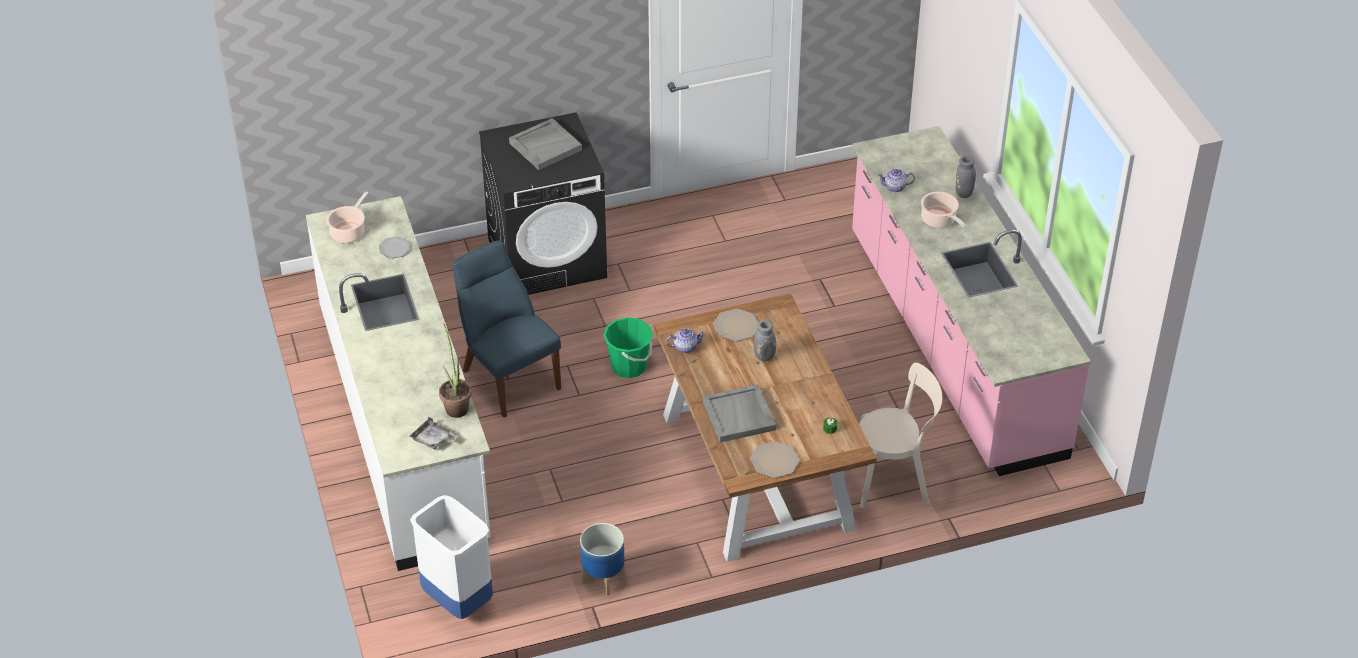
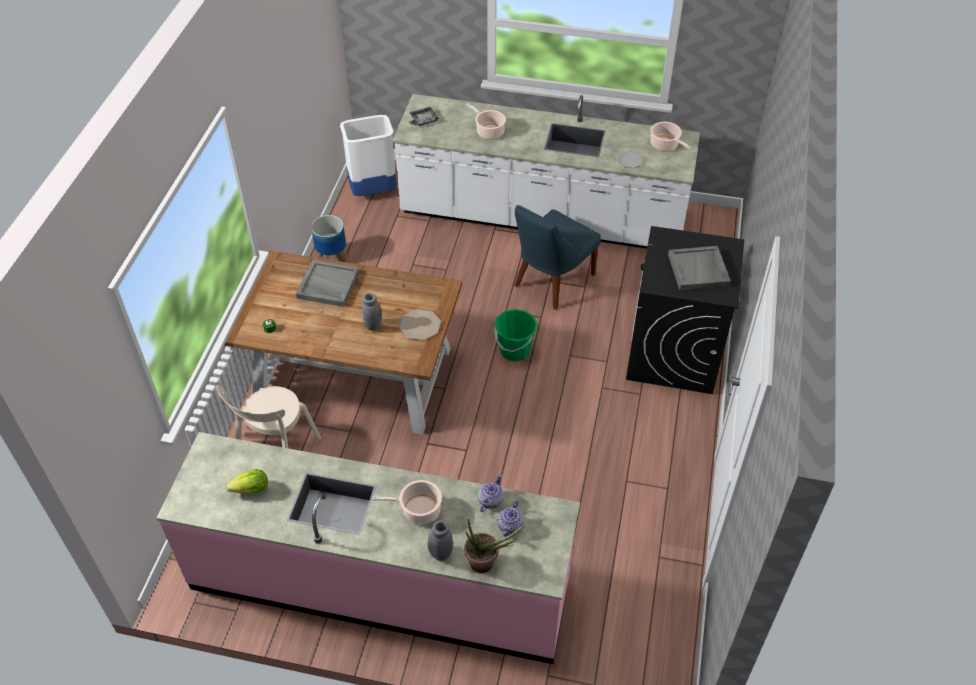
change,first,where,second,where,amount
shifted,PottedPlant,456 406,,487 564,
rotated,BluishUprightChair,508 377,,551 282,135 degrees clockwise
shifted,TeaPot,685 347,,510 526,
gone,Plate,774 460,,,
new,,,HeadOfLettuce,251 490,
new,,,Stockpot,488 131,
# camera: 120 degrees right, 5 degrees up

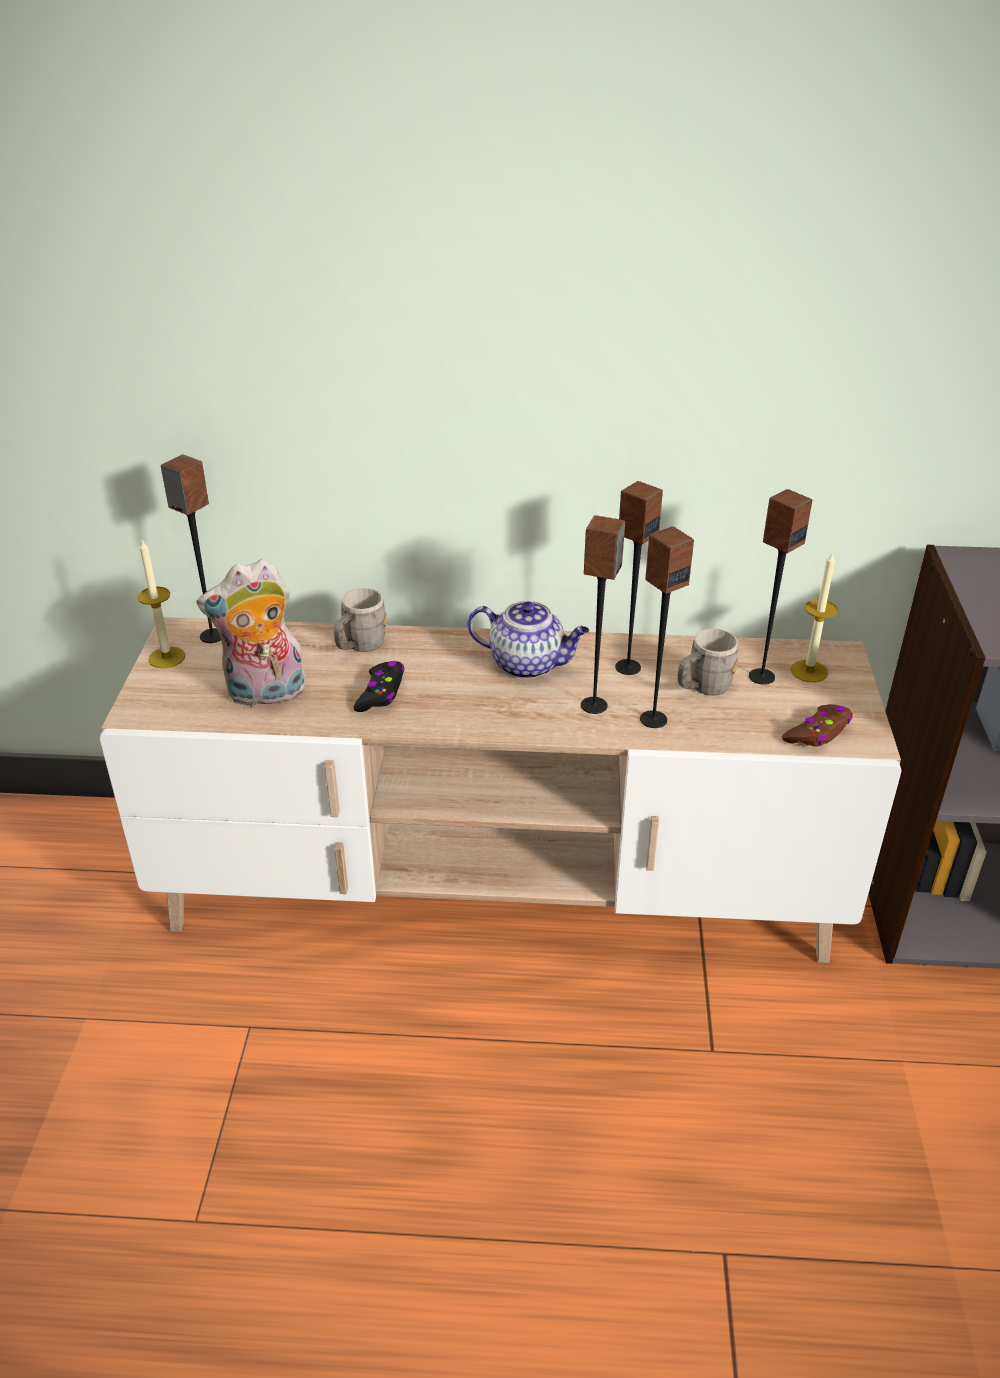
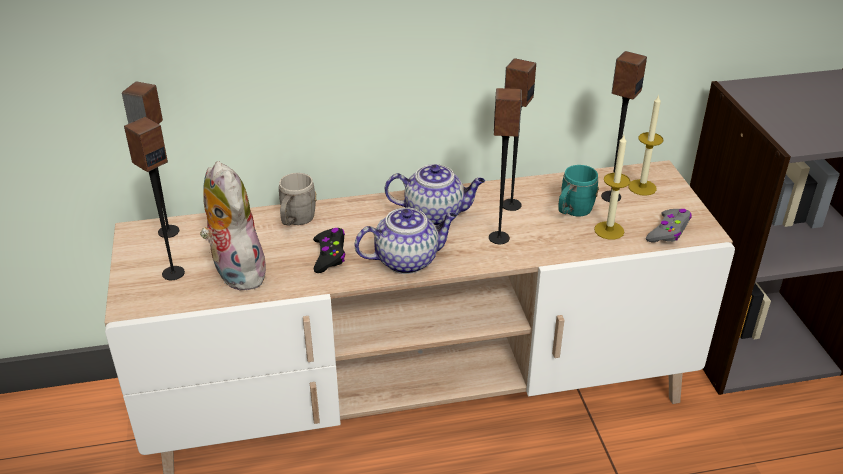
change,first,where,second,where,amount
shifted,Candle,166 657,,609 230,
rotated,SoftToy,265 695,,235 272,90 degrees clockwise
shifted,Loudspeaker,653 719,,173 273,
repainted,GrayTeaMug,702 688,TurquoiseColouredTeaMug,572 212,
repainted,BrownJoypad,818 733,GrayJoypad,668 231,
new,,,TeaPot,407 260,
# camera: 15 degrees left, 0 degrees up

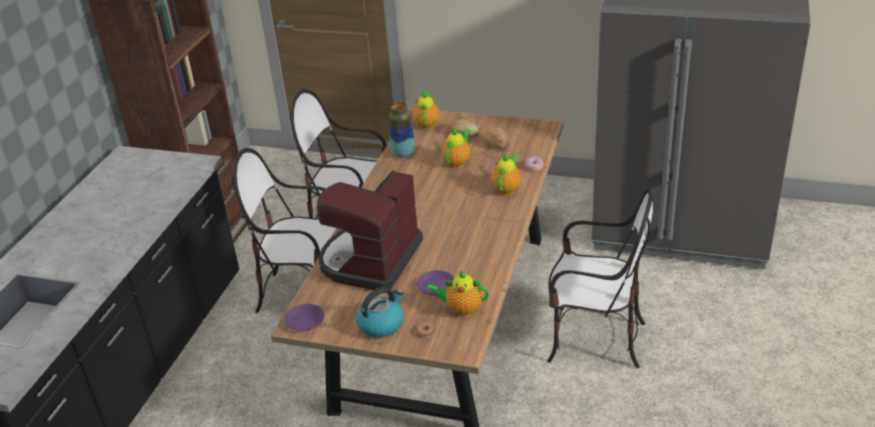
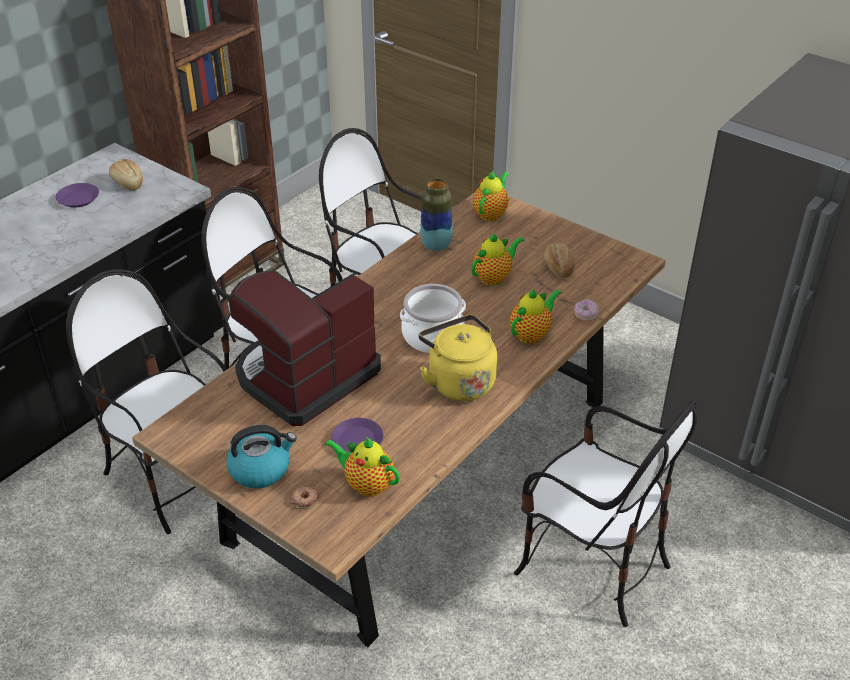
change,first,where,second,where,amount
shifted,PurplishPlate,305 321,,78 199,
shifted,BakedBread,464 134,,127 182,
new,,,UprightChair,174 477,
new,,,Stockpot,433 336,
new,,,YellowColouredKettle,458 381,
# camera: 20 degrees right, 5 degrees up

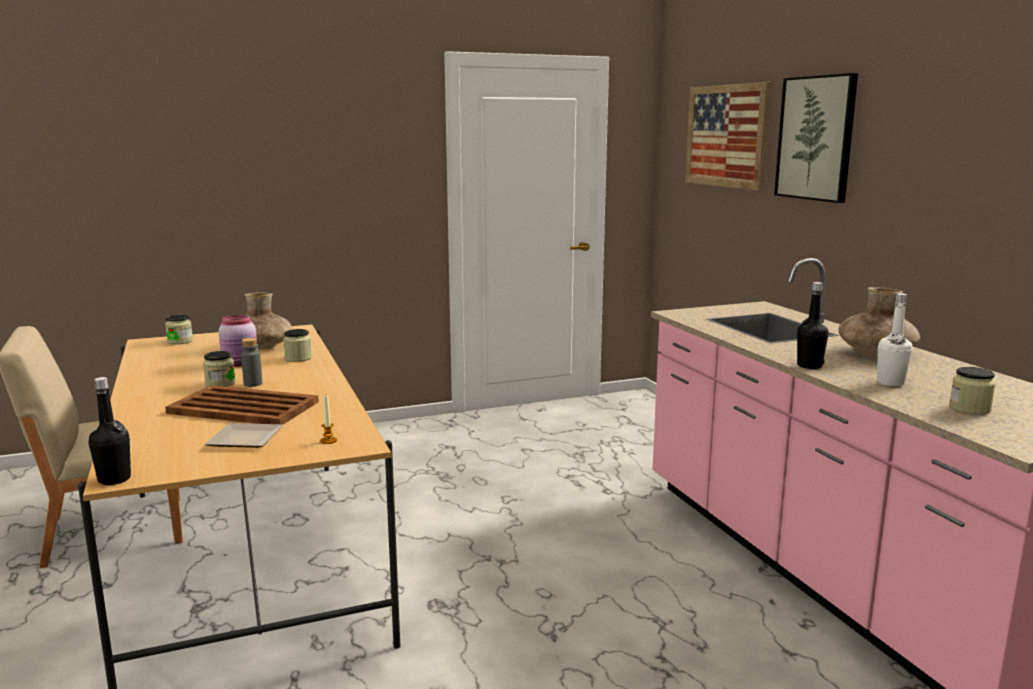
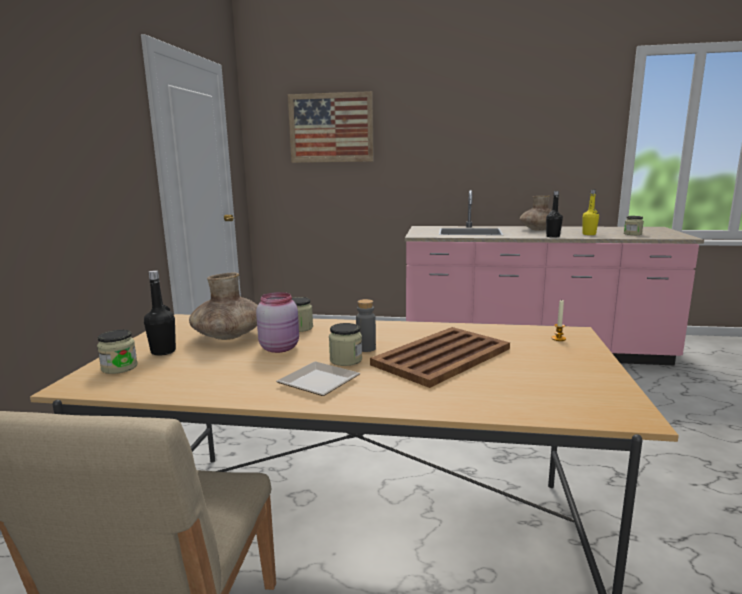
change,first,where,second,where,amount
shifted,BlackishDrinkBottle,114 479,,163 351,
shifted,Plate,242 440,,319 383,
gone,Picture,816 138,,,
repainted,WhitishDrinkBottle,890 383,YellowColouredDrinkBottle,589 234,
# camera: 60 degrees left, 0 degrees up

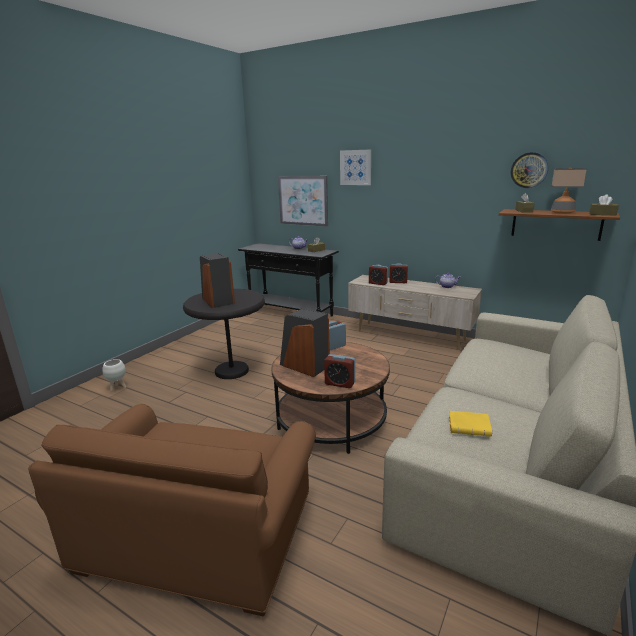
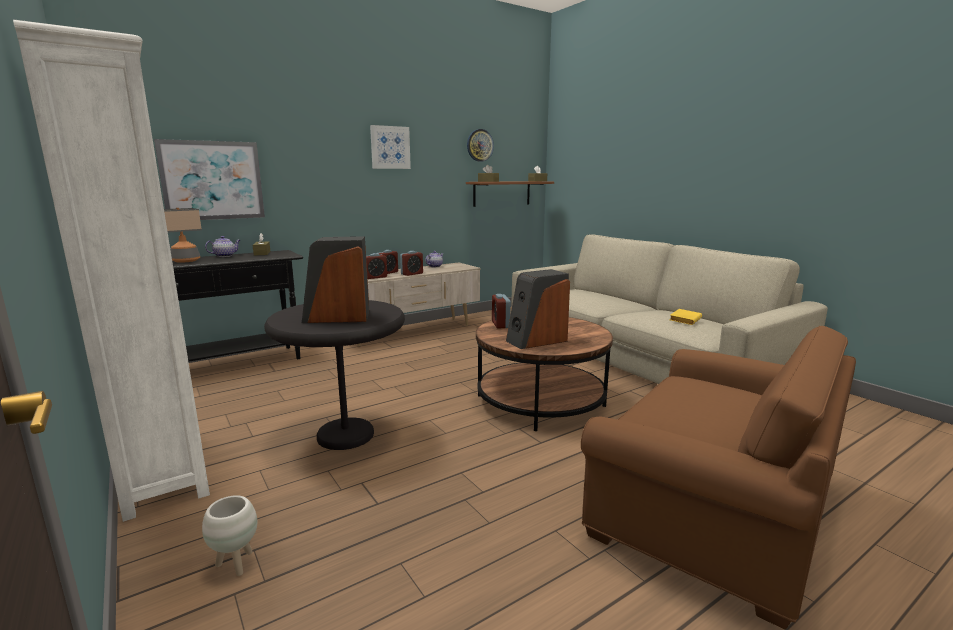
change,first,where,second,where,amount
shifted,TableClock,340 383,,412 274,
shifted,Picture,355 167,,390 147,
shifted,LampForATable,562 212,,185 261,
new,,,WhitishShelvingUnit,162 463,
# camera: 65 degrees left, 5 degrees down

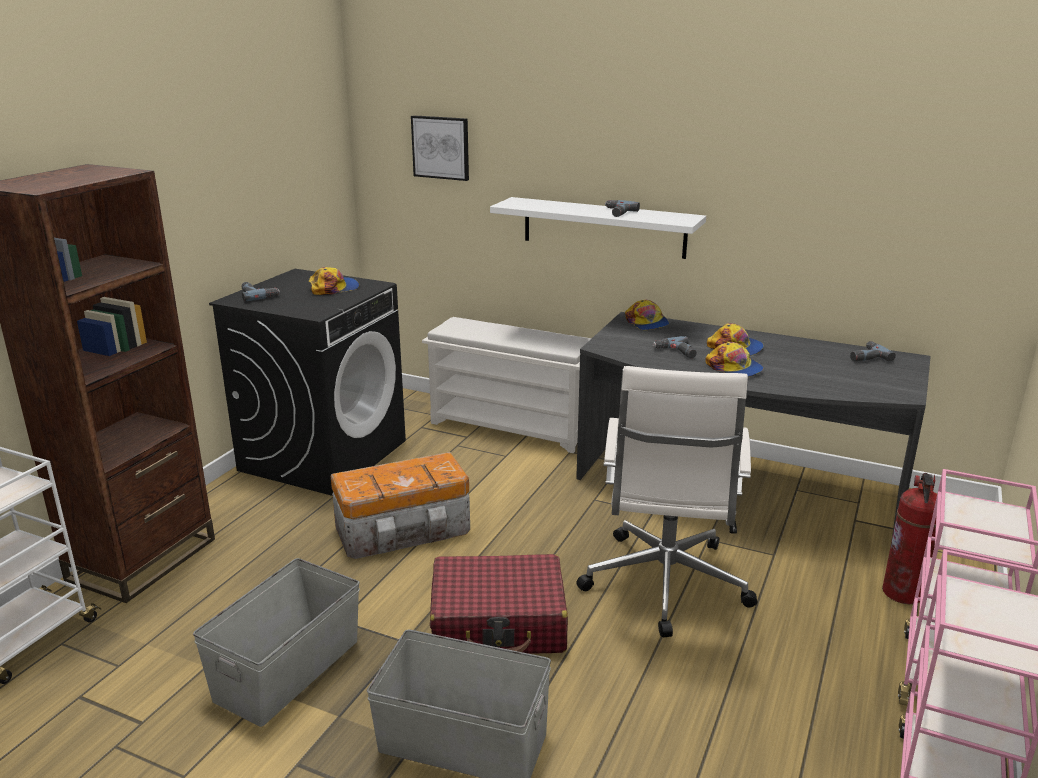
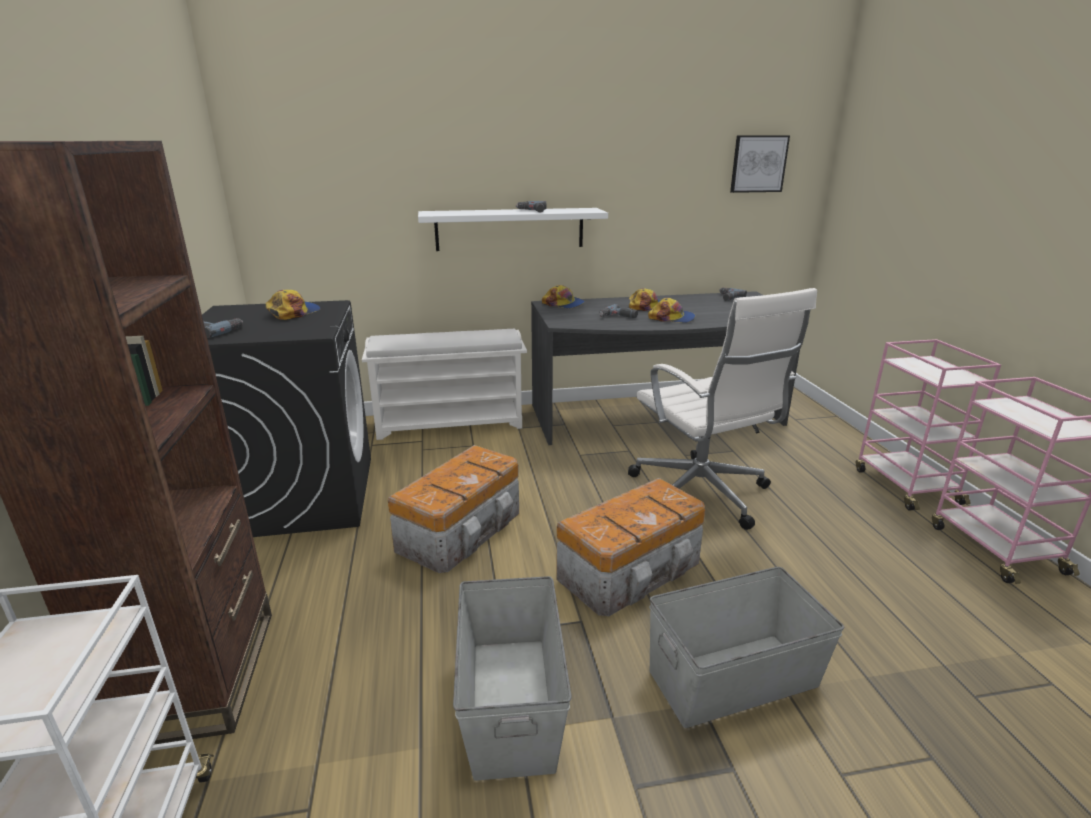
change,first,where,second,where,amount
shifted,Picture,441 147,,758 164,
swapped,RedColouredTravelCase,499 622,StorageBin,632 570,
gone,Extinguisher,902 593,,,
# camera: 35 degrees left, 0 degrees up

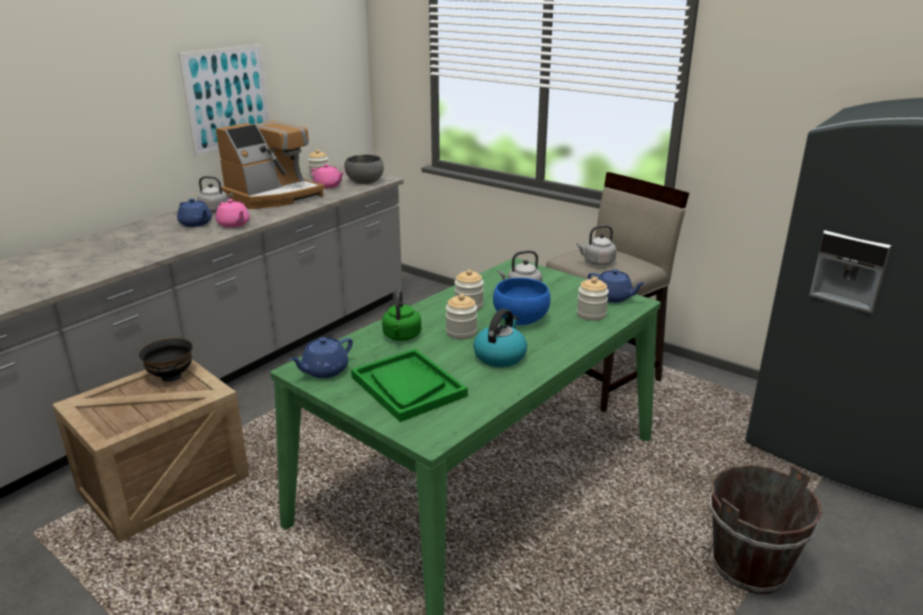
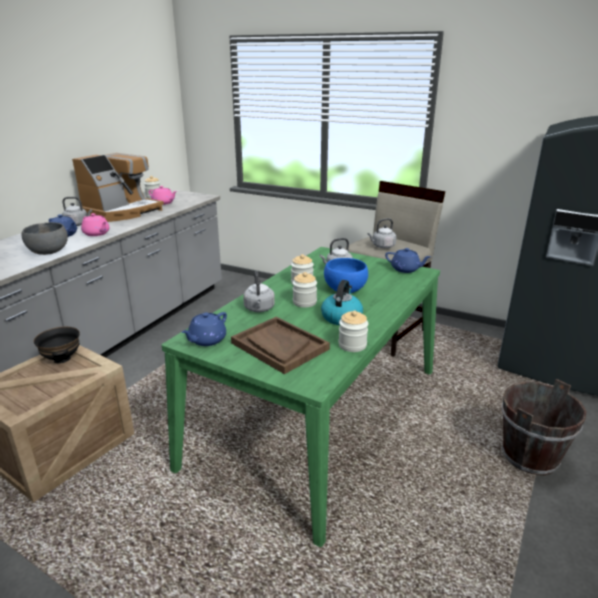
change,first,where,second,where,amount
gone,Picture,228 98,,,
shifted,GrayServingBowl,365 181,,49 251,
repainted,GreenColouredCarryingTray,407 386,BrownCarryingTray,279 346,
repainted,GreenColouredKettle,401 337,GrayKettle,259 309,
shifted,Jar,591 314,,352 345,
# camera: 10 degrees left, 0 degrees up

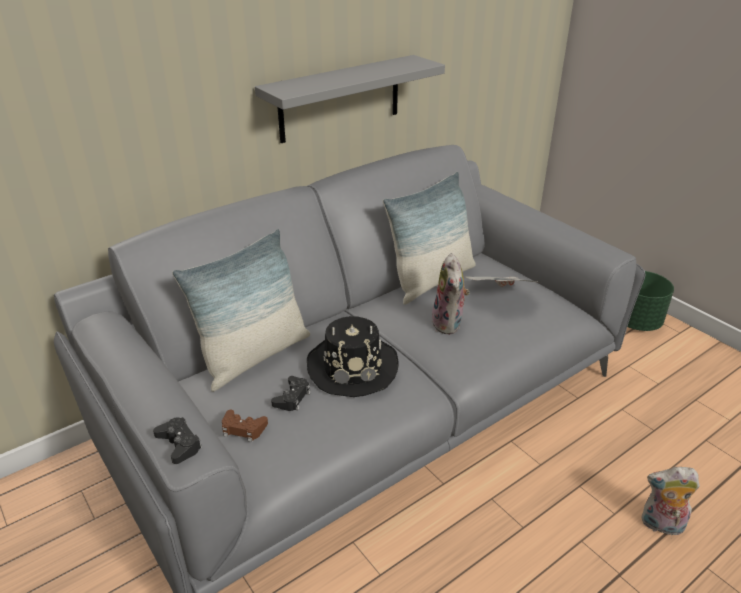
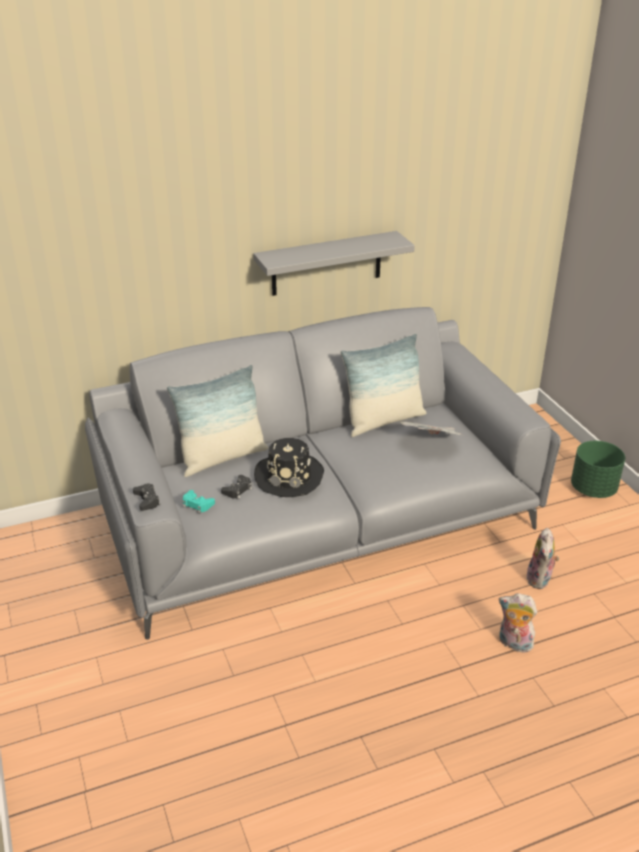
change,first,where,second,where,amount
repainted,BrownJoypad,243 429,TurquoiseColouredJoypad,197 504,
shifted,SoftToy,449 324,,540 580,
# camera: 15 degrees right, 0 degrees up

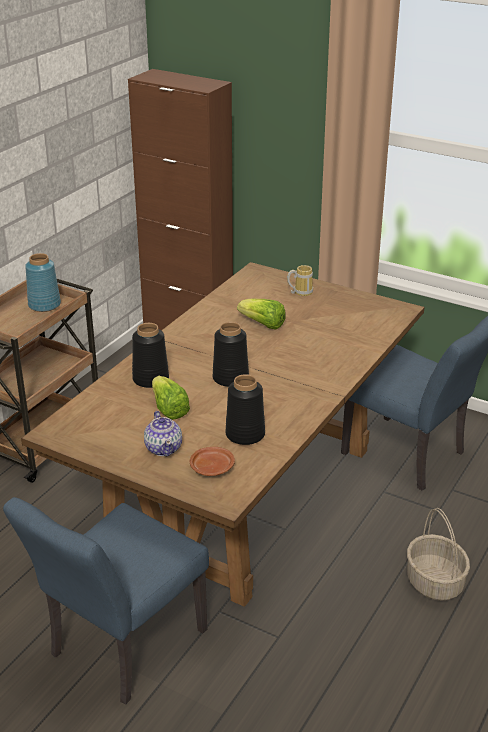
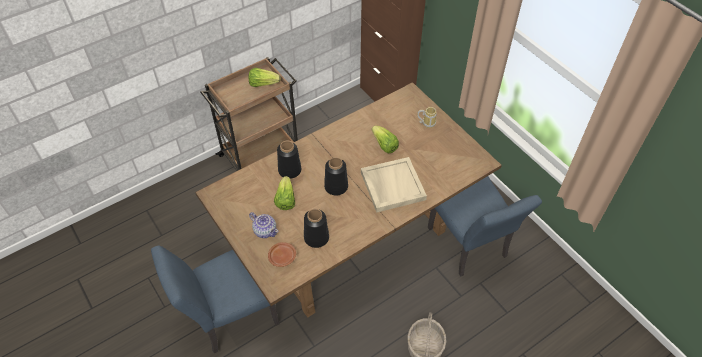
change,first,where,second,where,amount
swapped,BluishDecorativeVase,44 305,HeadOfLettuce,263 83,
rotated,TeaPot,164 448,,265 230,60 degrees counterclockwise
new,,,SandColouredCarryingTray,392 185,
# camera: 25 degrees right, 20 degrees up

